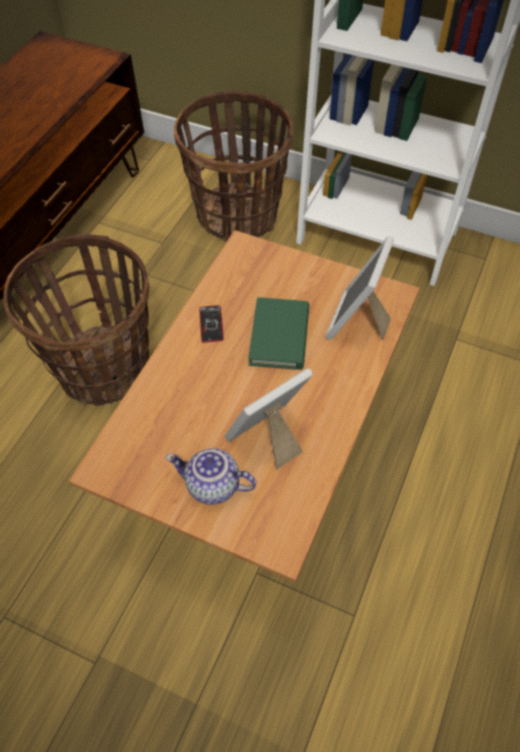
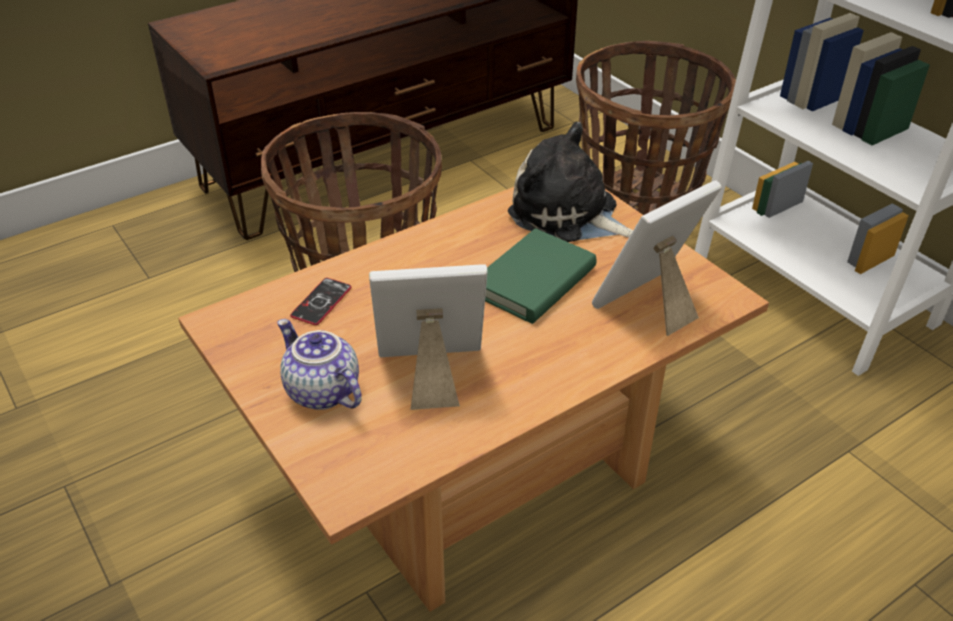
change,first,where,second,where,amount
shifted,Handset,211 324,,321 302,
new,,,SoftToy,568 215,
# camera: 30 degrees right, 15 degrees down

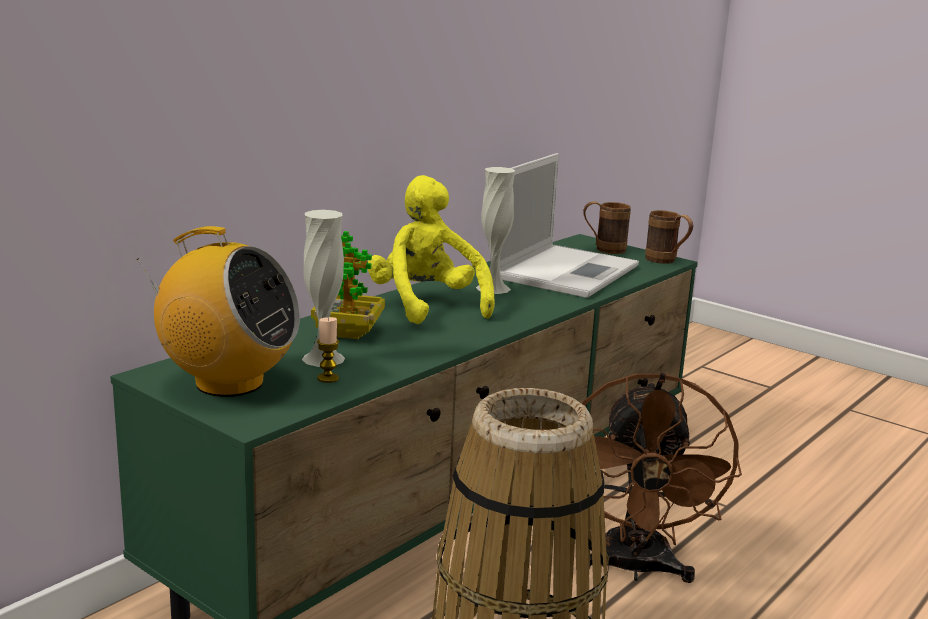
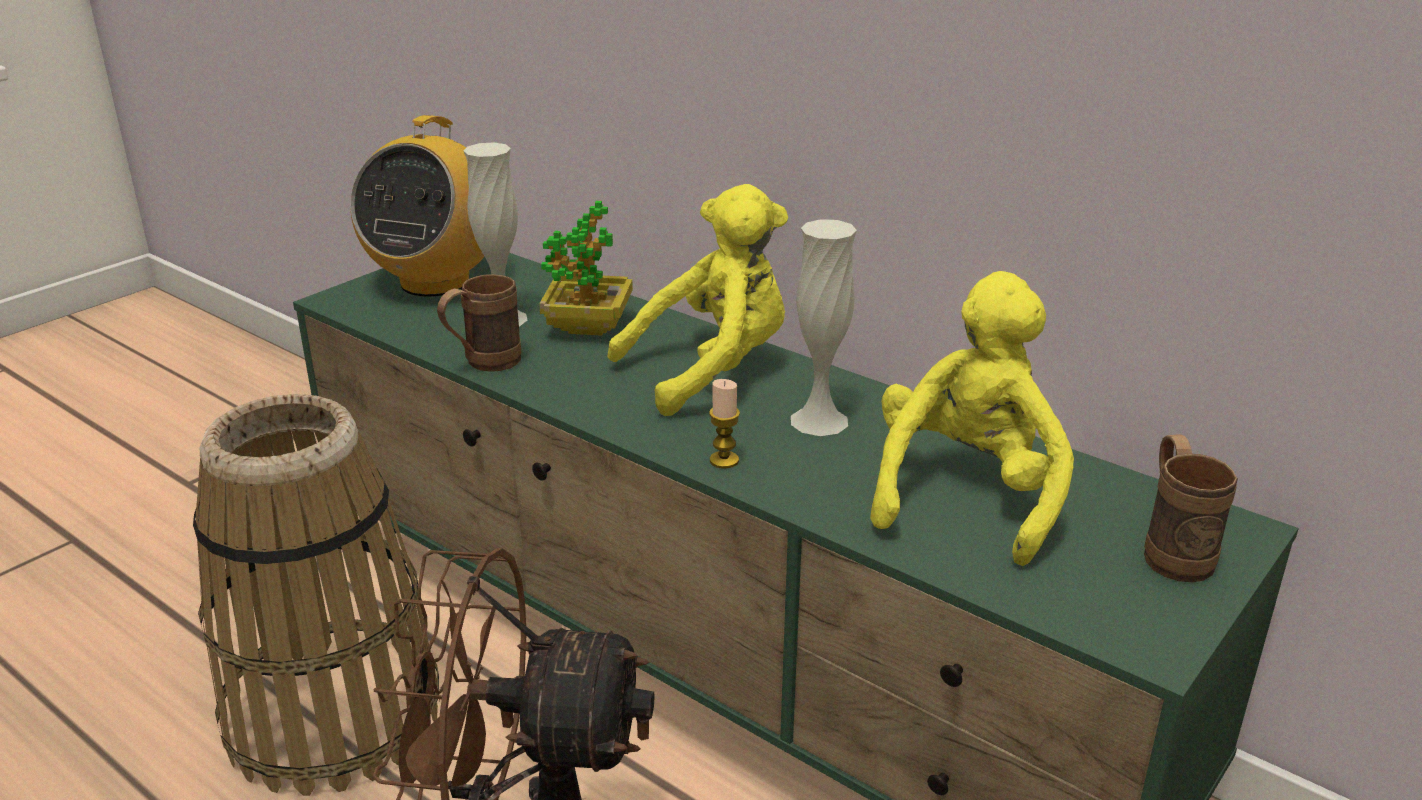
change,first,where,second,where,amount
shifted,Candle,328 378,,724 460,
swapped,Laptop,566 271,YellowColouredSoftToy,967 495,
shifted,BrownTeaMug,666 261,,483 364,
# camera: 90 degrees right, 10 degrees up

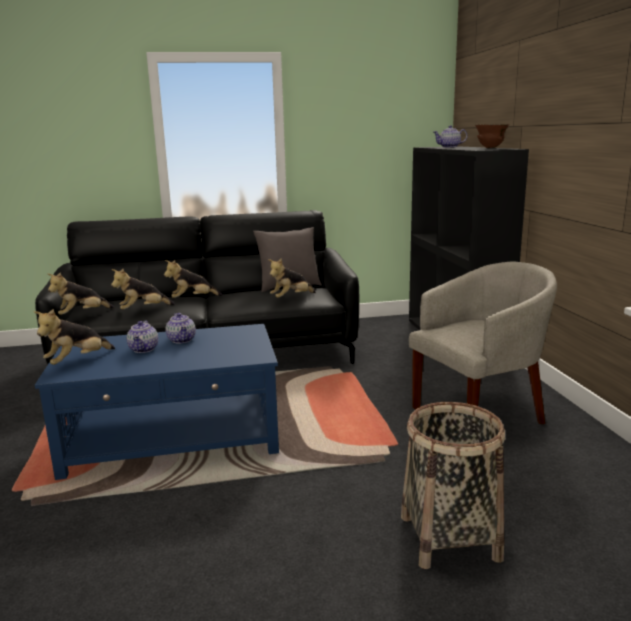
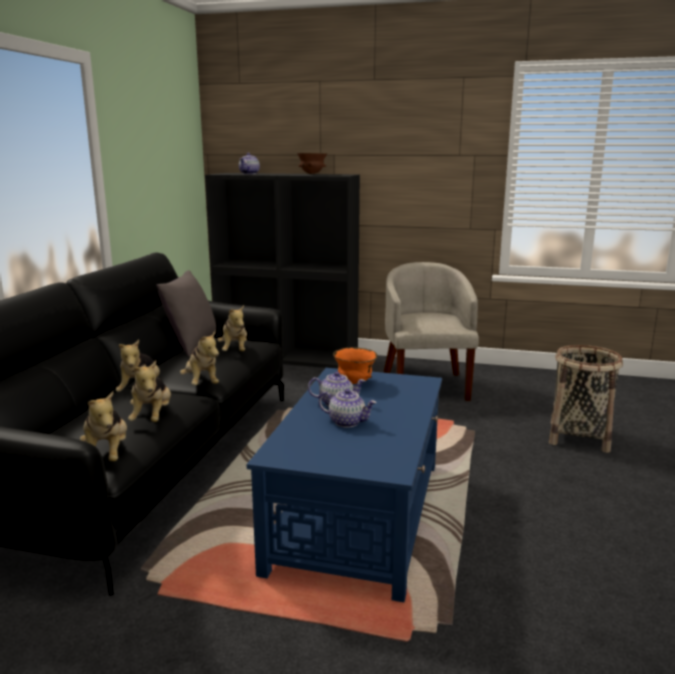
change,first,where,second,where,amount
shifted,SoftToy,77 361,,201 383,
new,,,OrangeColouredServingBowl,354 383,
# camera: 65 degrees left, 0 degrees up

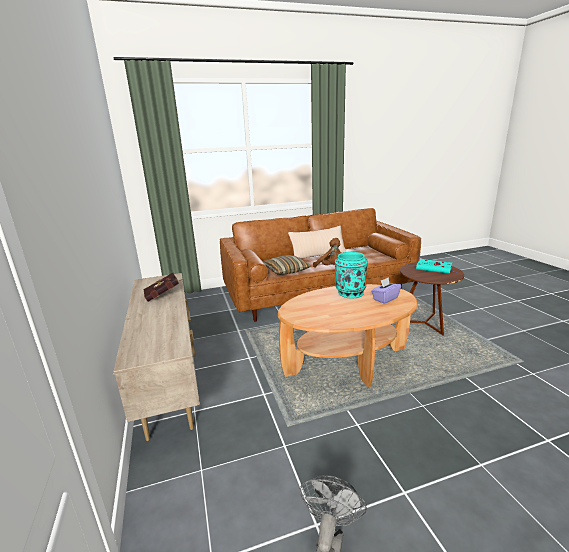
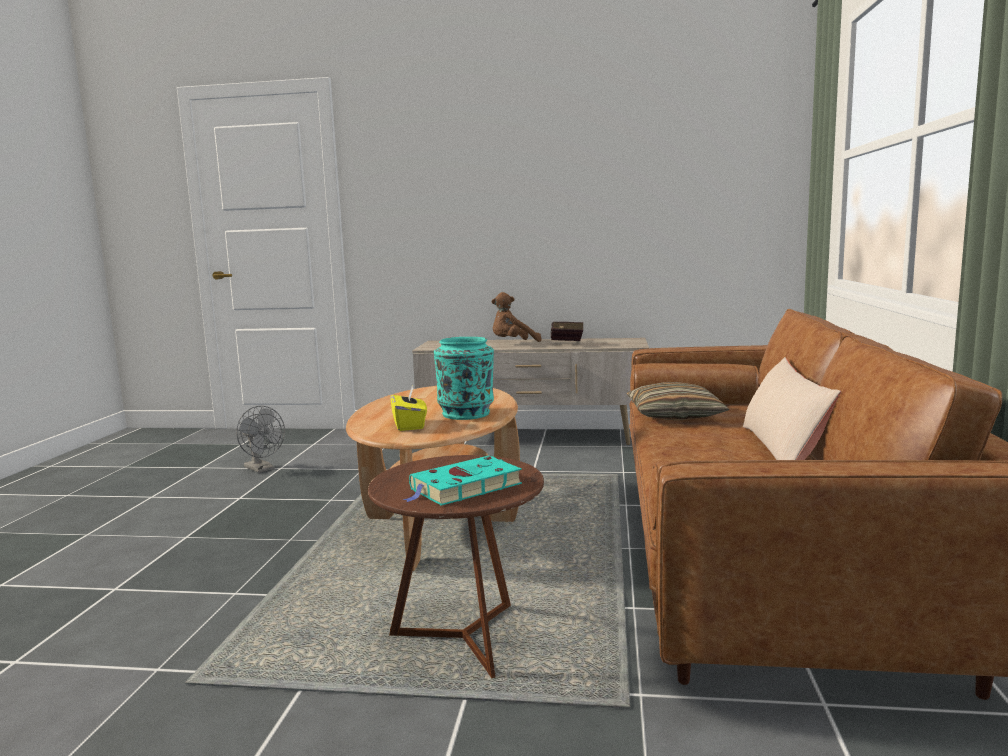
change,first,where,second,where,amount
shifted,BrownSoftToy,331 267,,513 343,
repainted,PurplishTissueHolder,385 298,YellowColouredTissueHolder,409 425,
# camera: 115 degrees right, 10 degrees down

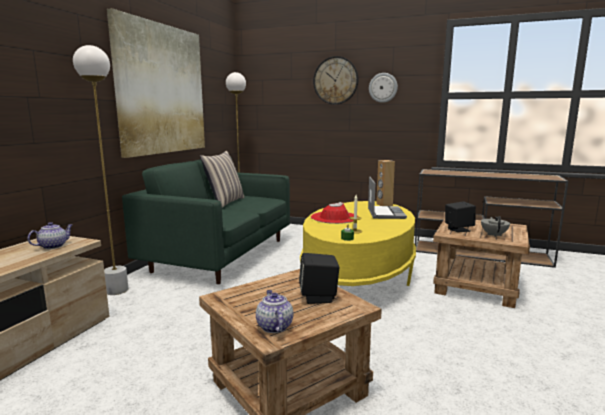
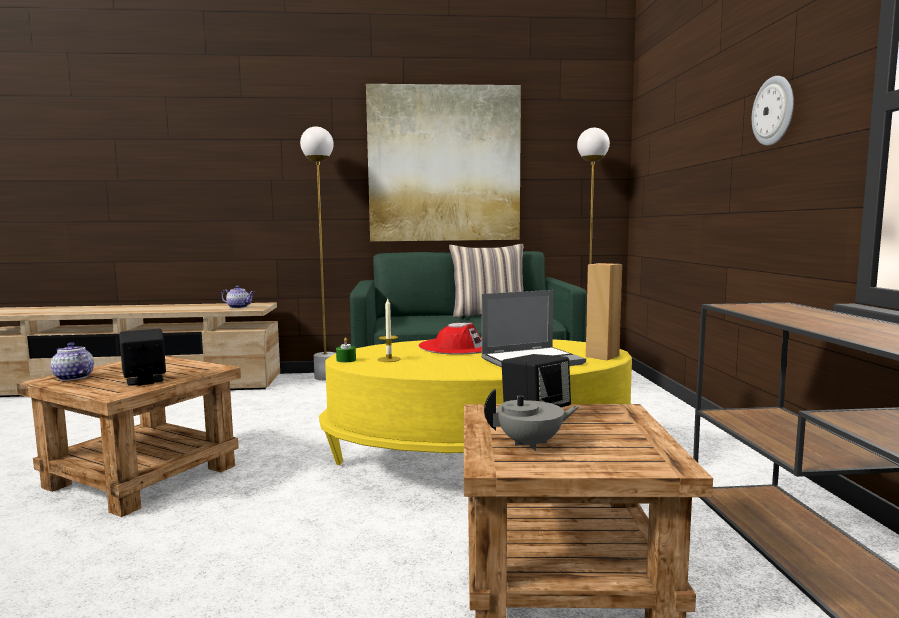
change,first,where,second,where,amount
rotated,TeaPot,274 326,,73 377,105 degrees counterclockwise
gone,ClockOnTheWall,335 80,,,
# camera: 65 degrees right, 5 degrees down

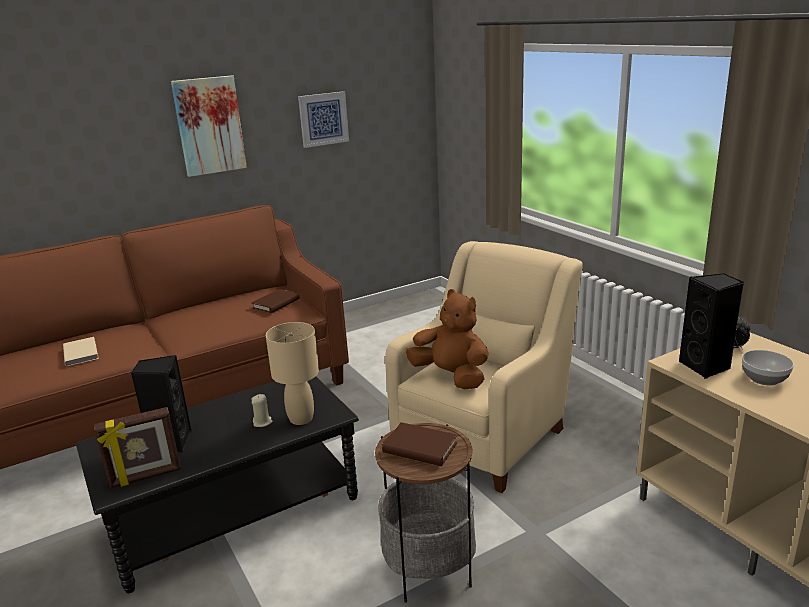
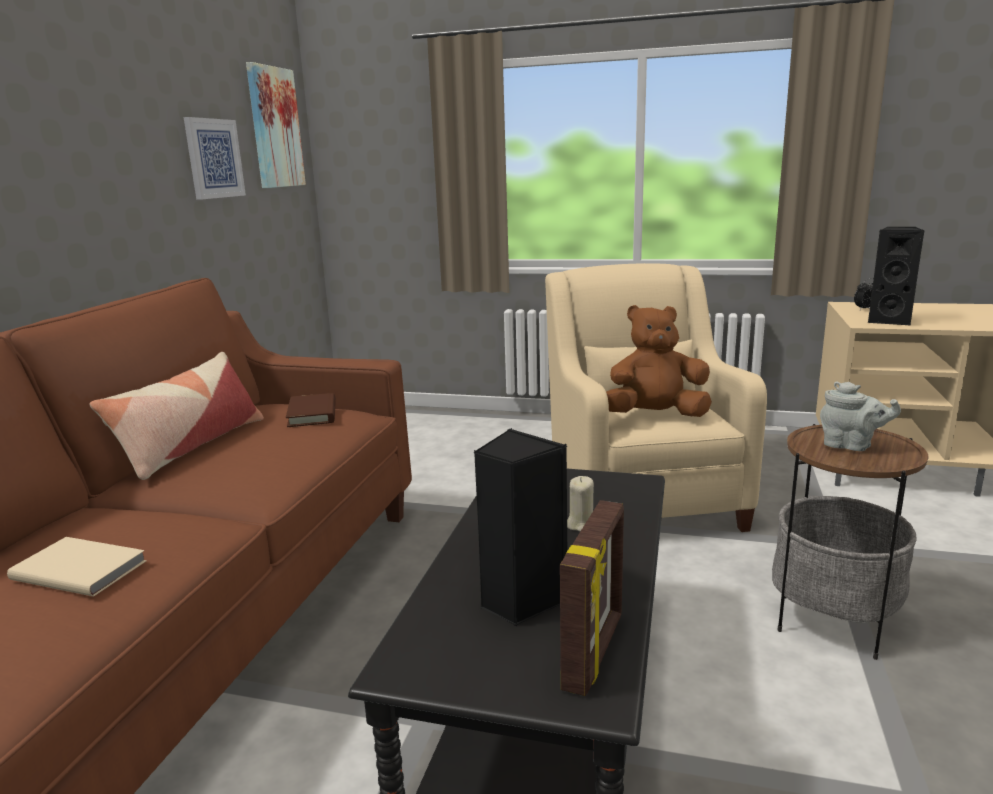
change,first,where,second,where,amount
shifted,Picture,209 126,,274 128,
gone,SandColouredLampForATable,301 418,,,
swapped,BrownBook,420 448,GrayTeaPot,851 446,
gone,ServingBowl,763 378,,,
new,,,ThrowPillow,192 446,
# camera: 45 degrees left, 5 degrees down

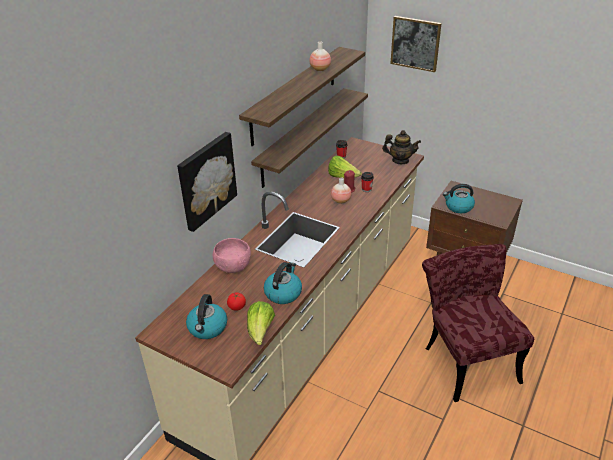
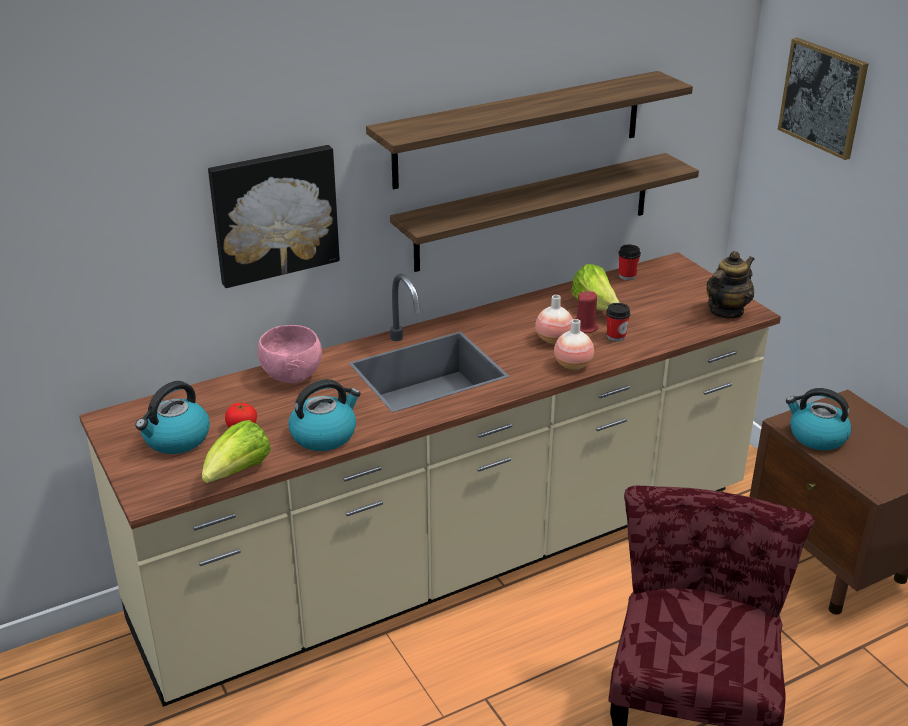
change,first,where,second,where,amount
shifted,DecorativeVase,320 69,,573 365,
rotated,TeaPot,400 160,,726 311,90 degrees counterclockwise
# camera: 30 degrees right, 5 degrees down

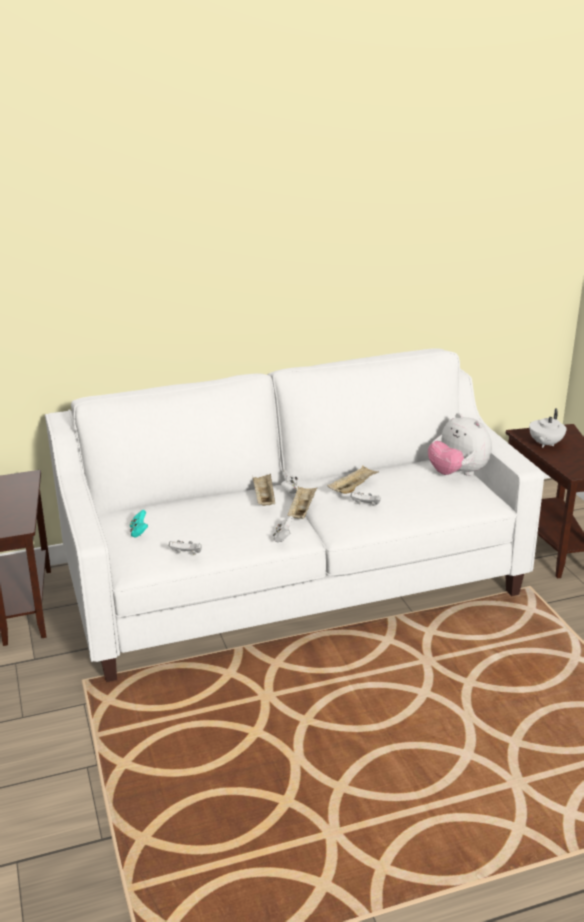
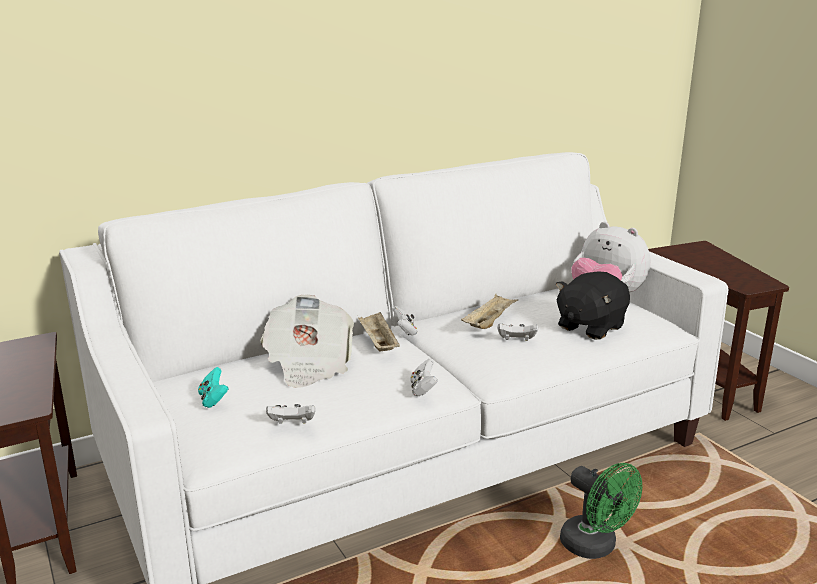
change,first,where,second,where,amount
gone,SandColouredCarryingTray,301 511,,,
gone,WhitishTeaPot,544 444,,,
new,,,PrintedPaper,308 364,
new,,,BlackishSoftToy,590 327,
new,,,GreenColouredCoolingFan,595 547,
# camera: 10 degrees left, 5 degrees down

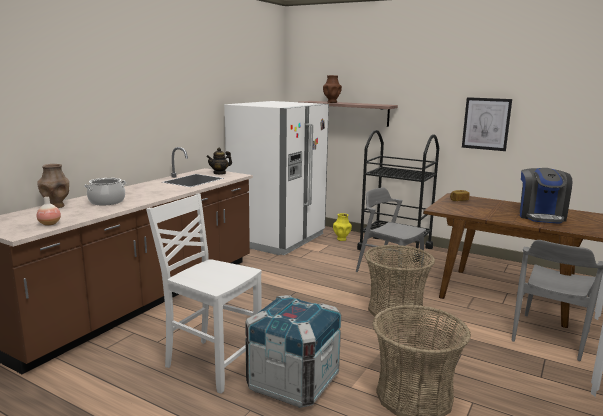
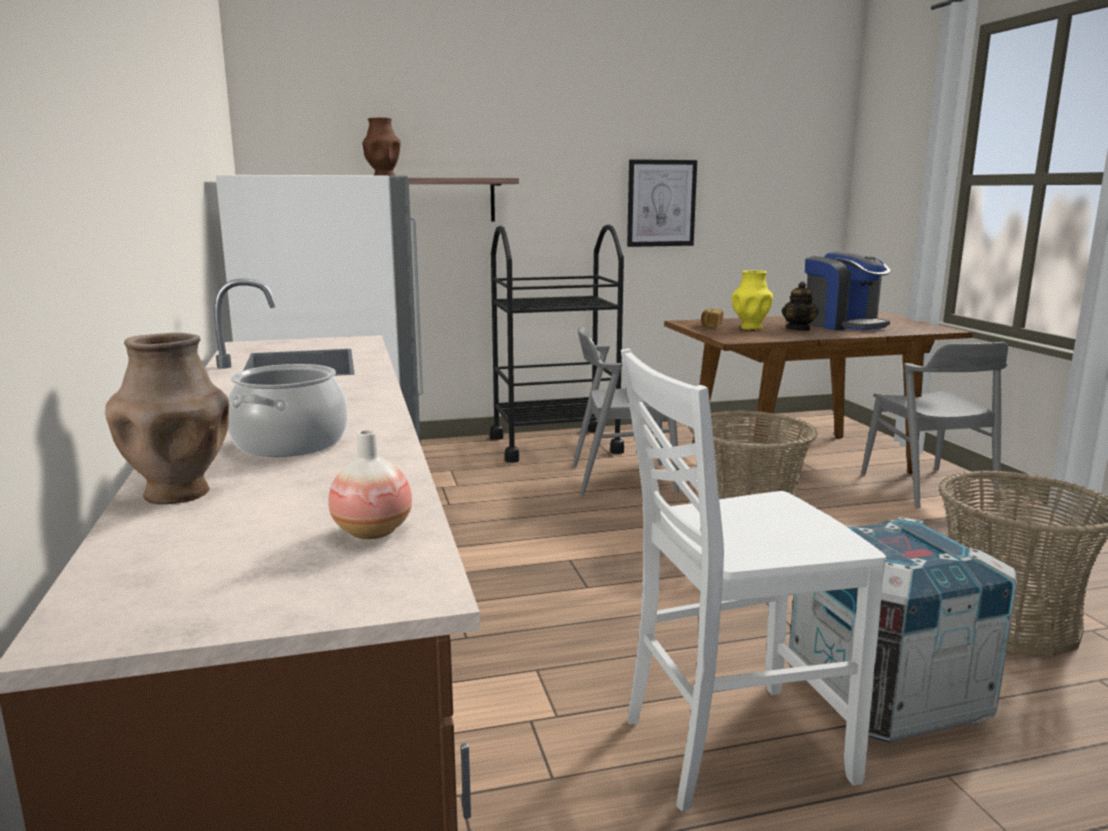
change,first,where,second,where,amount
shifted,TeaPot,219 173,,798 329,
shifted,YellowColouredDecorativeVase,341 239,,751 328,
# camera: 45 degrees left, 0 degrees up

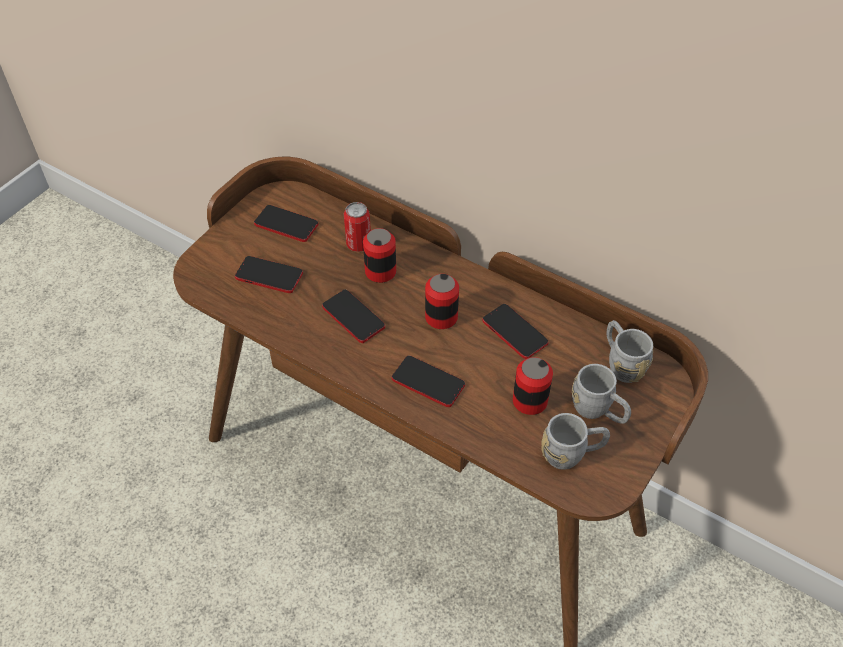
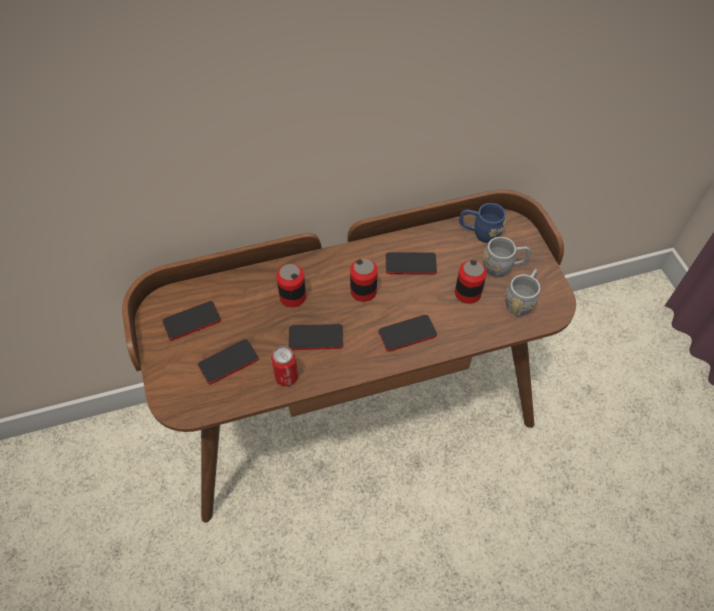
change,first,where,second,where,amount
shifted,MetalCan,358 244,,286 377,
repainted,GrayTeaMug,621 363,BluishTeaMug,479 233,
# camera: 50 degrees left, 5 degrees up

